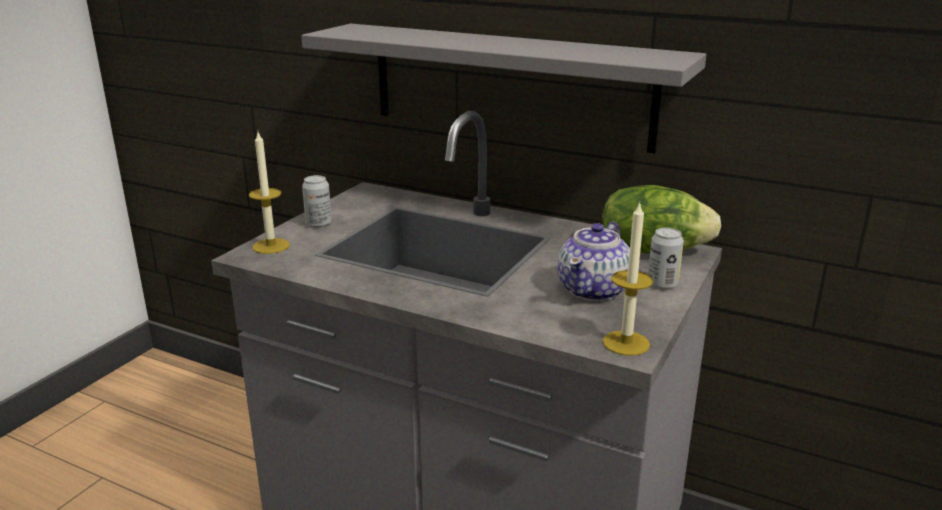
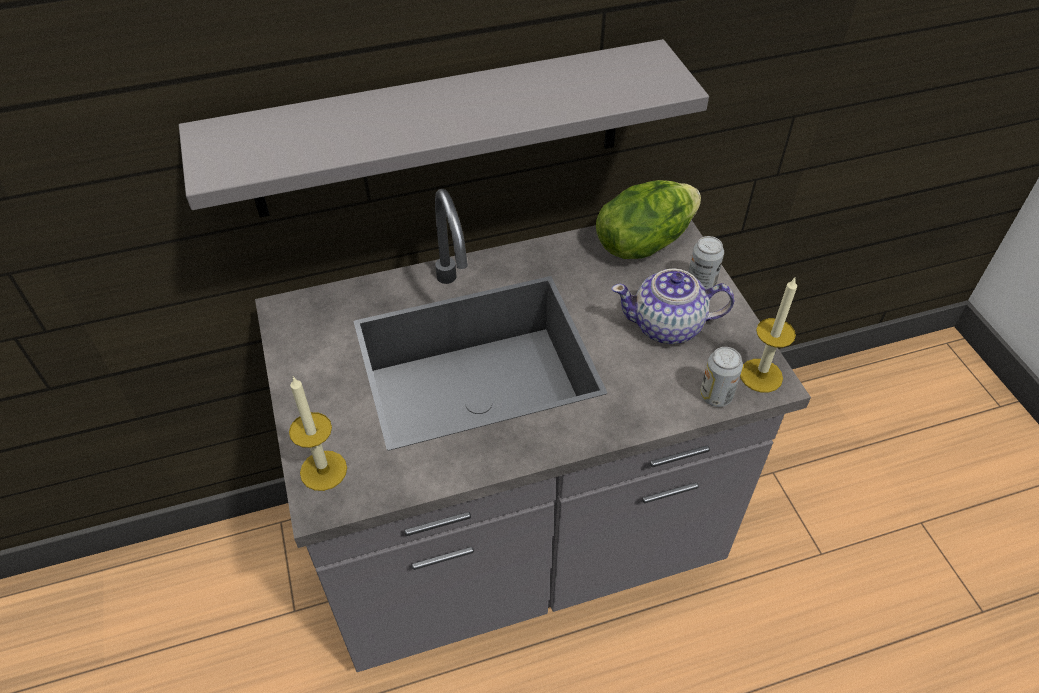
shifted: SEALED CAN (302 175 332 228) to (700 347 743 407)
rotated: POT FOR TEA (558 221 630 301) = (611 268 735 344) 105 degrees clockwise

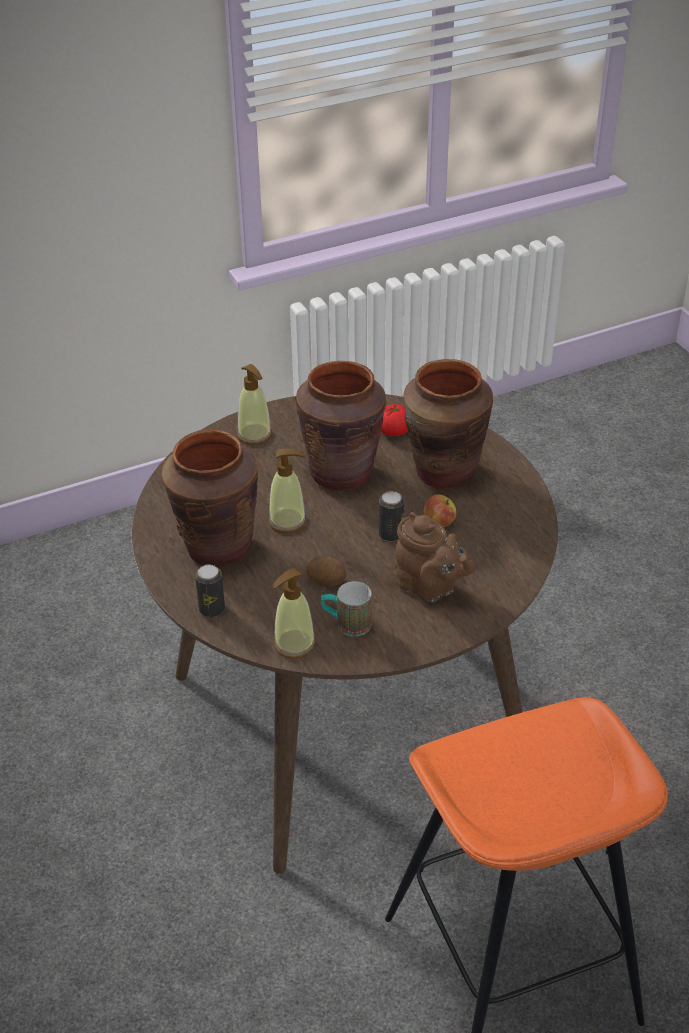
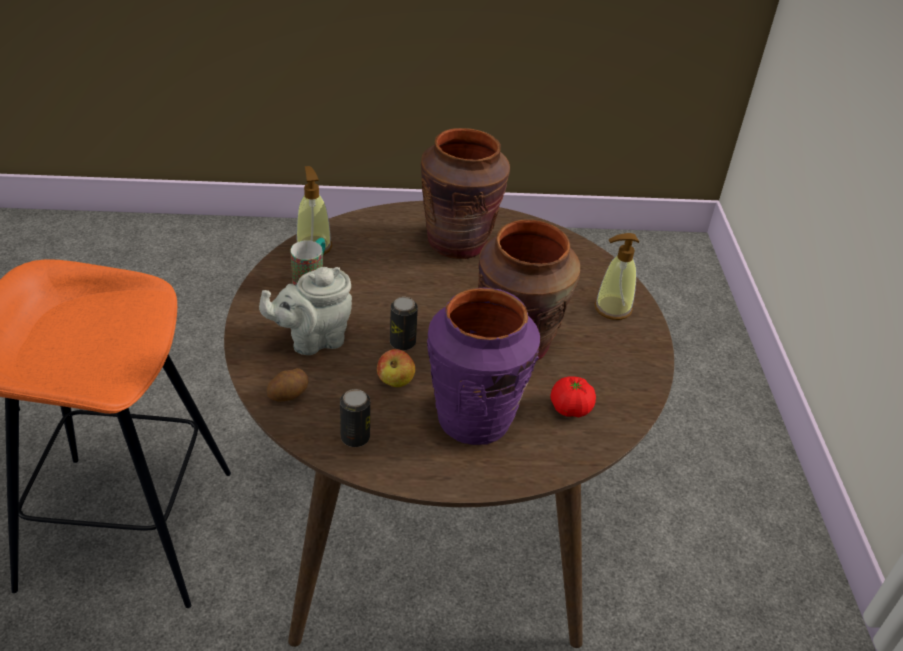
gone: SOAP BOTTLE (269 449 306 533)
shifted: POTATO (306 557 346 586) to (266 368 308 402); SEALED CAN (195 564 225 617) to (340 389 370 447)
repainted: BROWN POT FOR TEA (395 512 476 602) to GREYISH POT FOR TEA (259 267 352 355); BROWN VASE (403 359 493 489) to PURPLE VASE (427 288 540 445)

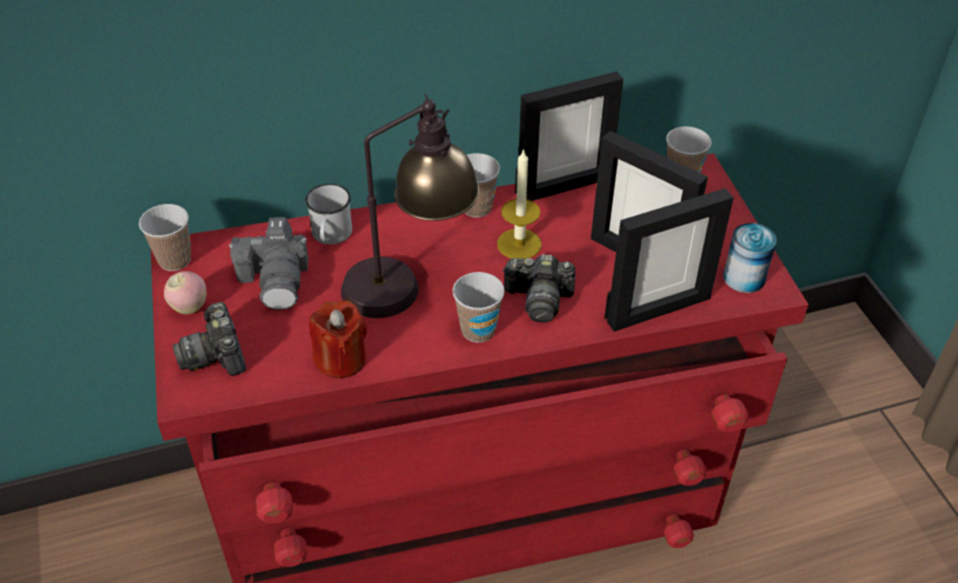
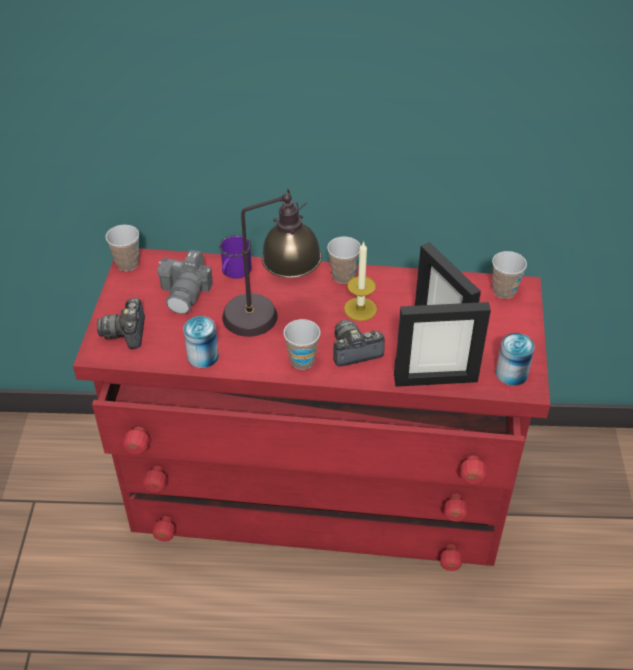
gone: WHOLE APPLE (164 271 206 314); STANDING FRAME (515 72 623 201)
swapped: RED WAX CANDLE (309 300 367 379) to SEALED CAN (183 316 219 368)
repainted: WHITE-COLOURED COFFEE MUG (305 184 352 245) to PURPLE COFFEE MUG (219 235 251 279)
rotated: PHOTO CAMERA (502 254 575 323) = (333 320 385 367) 135 degrees clockwise

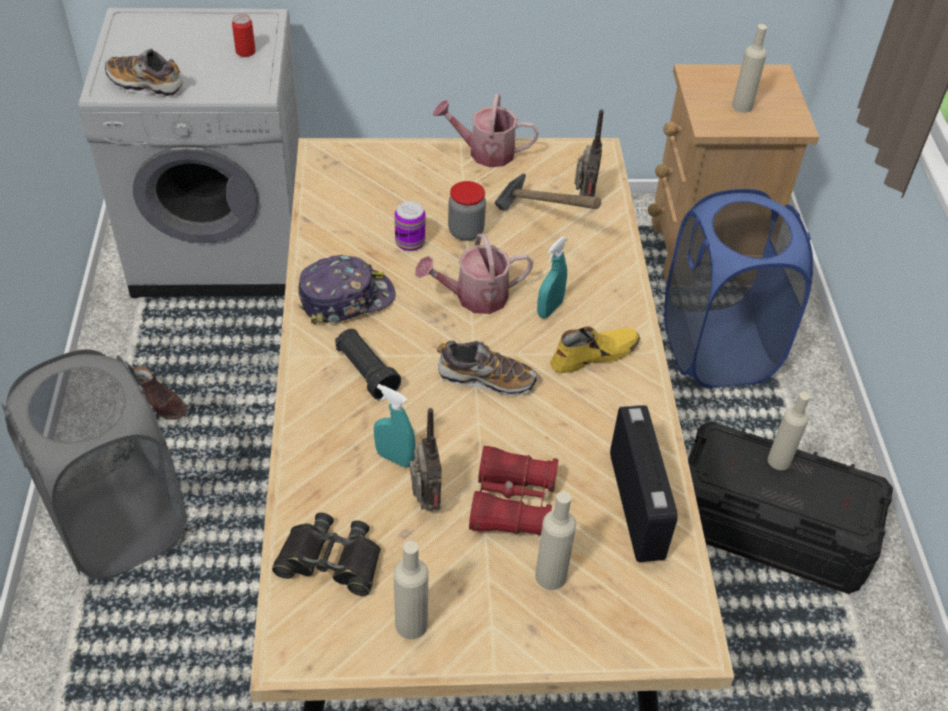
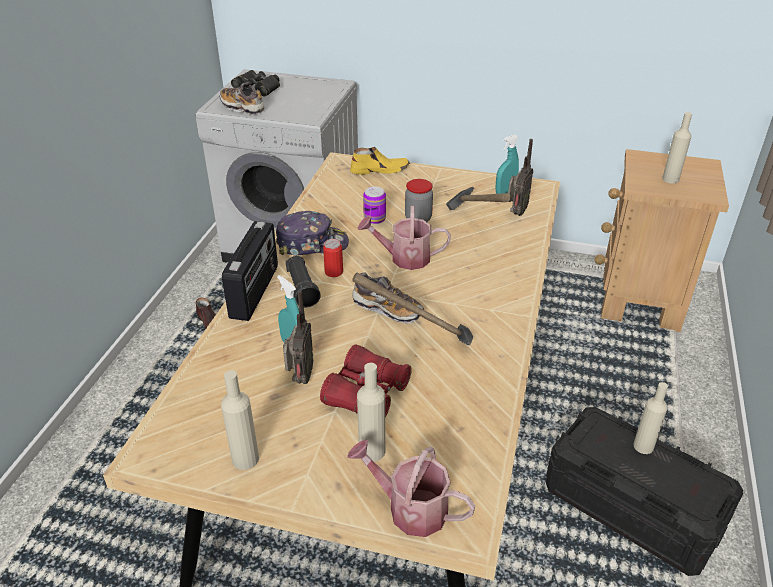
gone: GREYISH HAMPER (2 349 187 580); BLUE HAMPER (664 189 813 388)
new: HAND HAMMER (352 273 473 345)
shifted: RADIO RECEIVER (610 405 678 562) to (222 221 278 321); BLACK-COLOURED BINOCULARS (272 513 381 596) to (231 70 280 97); SEALED CAN (232 14 256 57) to (323 239 343 277); WATERING POT (433 94 539 167) to (347 440 475 537); YELLOW-COLOURED LOW SHOE (550 326 640 373) to (350 147 410 175); BLUE-GREEN HAND SPRAYER (537 237 567 318) to (495 134 519 194)

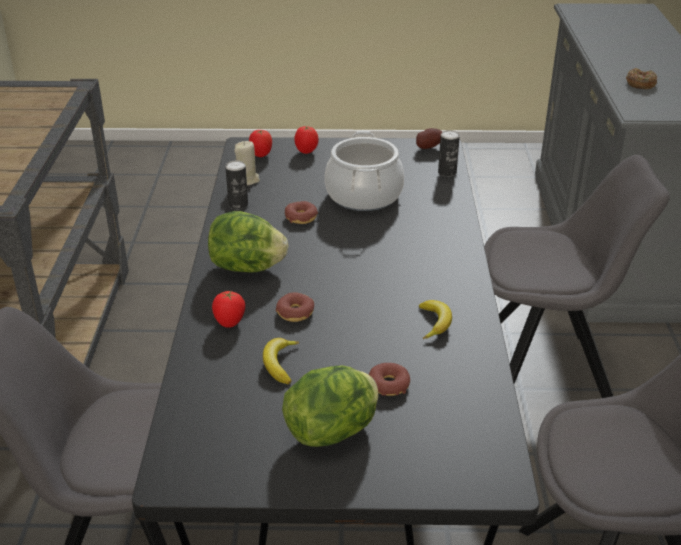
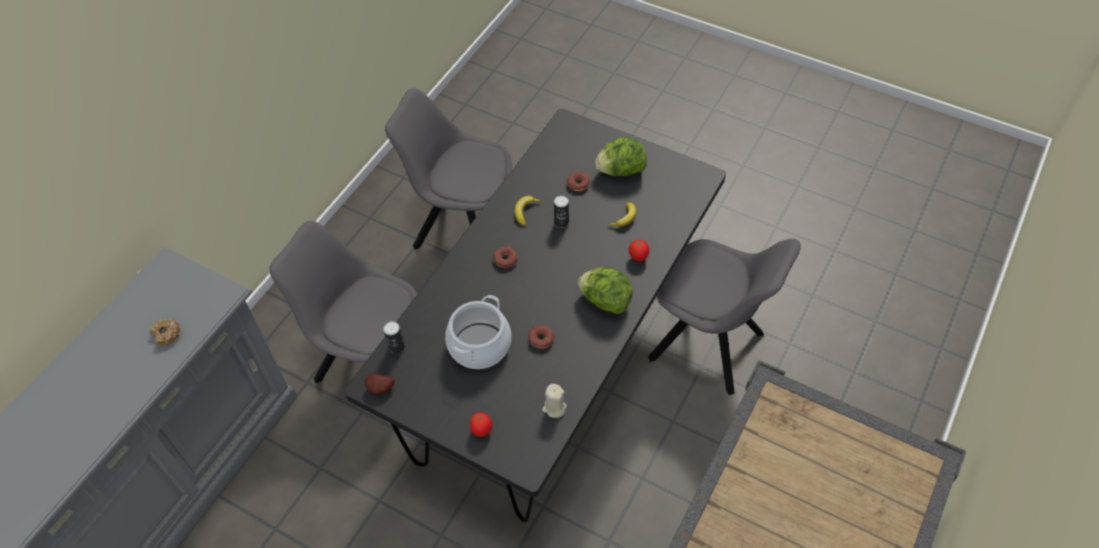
gone: FRESH TOMATO (249 130 272 157)
shifted: DONUT (276 292 314 322) to (493 246 518 268); SEALED CAN (225 160 248 209) to (554 195 569 228)

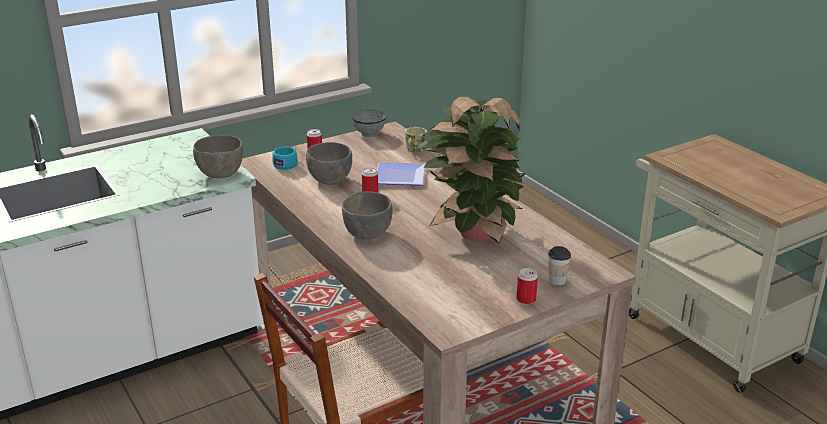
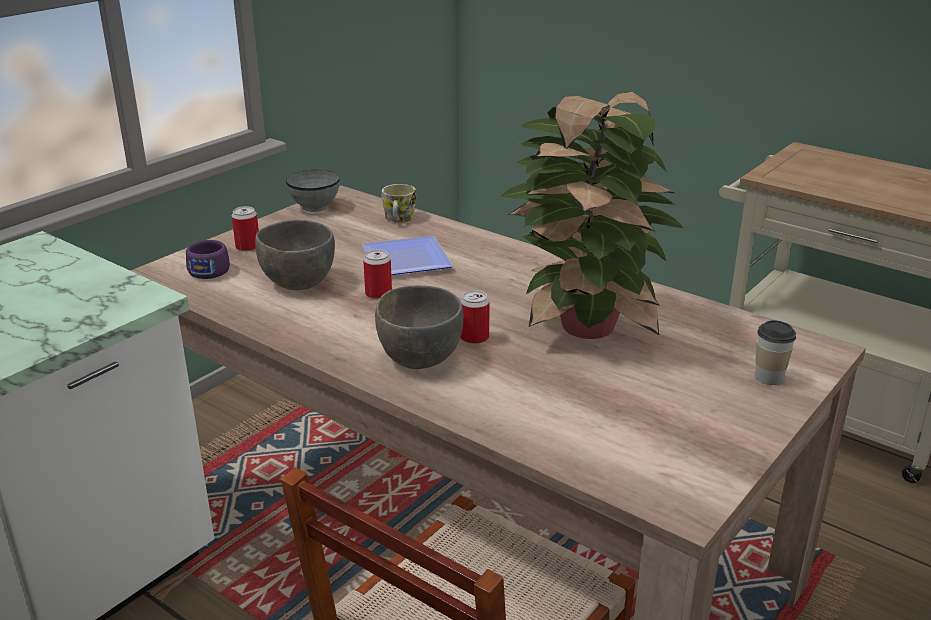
gone: GREYISH SERVING BOWL (193 135 243 178)
shifted: SEALED CAN (516 268 538 304) to (460 290 490 344)
repainted: BLUE-GREEN DRINKING CUP (272 147 298 170) to PURPLE DRINKING CUP (186 240 230 279)

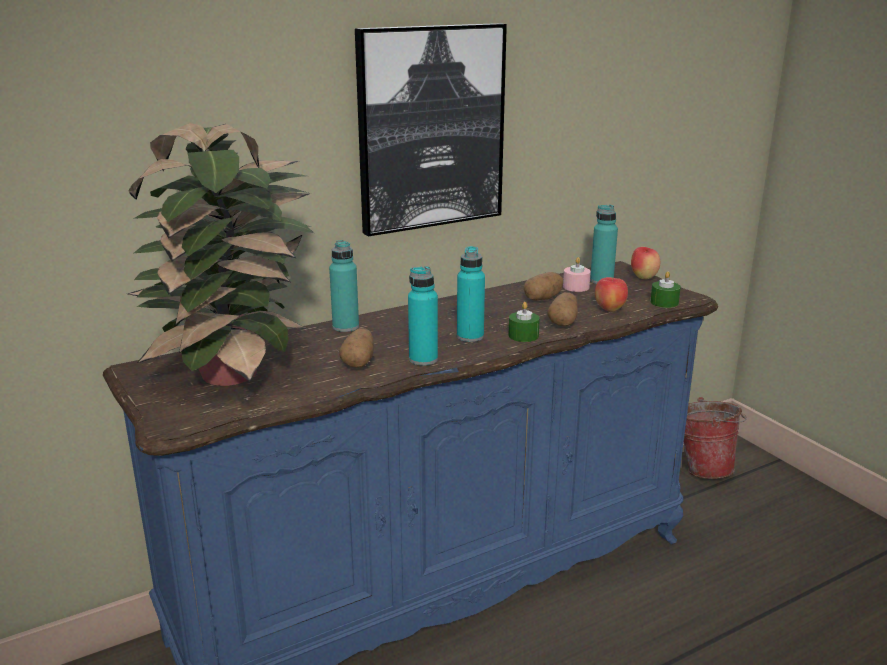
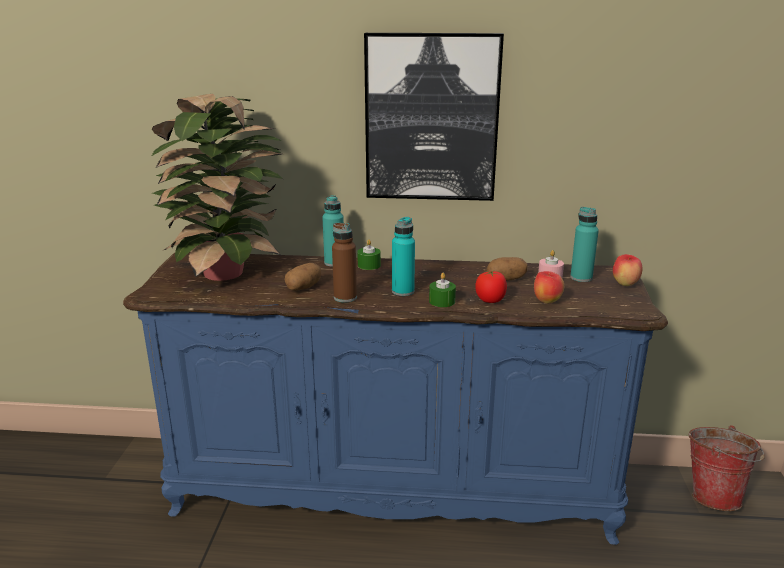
shifted: GREENISH WAX CANDLE (650 271 681 308) to (357 239 381 270)
swapped: POTATO (547 292 578 326) to FRESH TOMATO (475 270 507 303)
repainted: BLUE-GREEN BEVERAGE BOTTLE (408 266 438 366) to BROWN BEVERAGE BOTTLE (332 223 357 303)

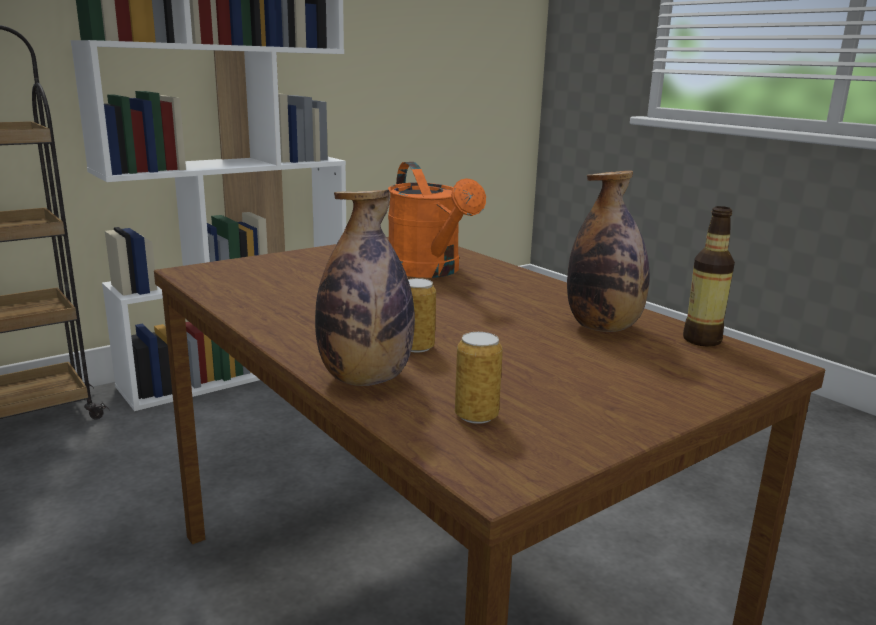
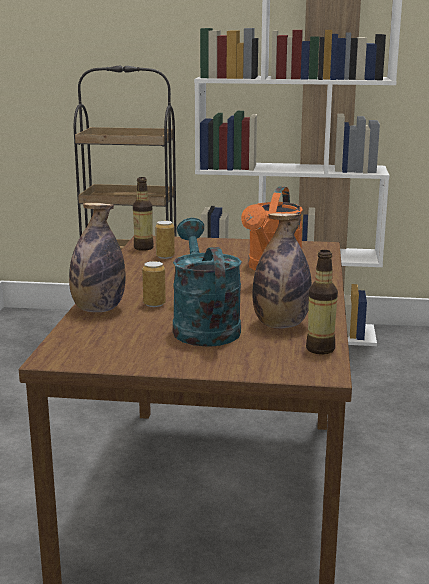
new: BEVERAGE BOTTLE (133 177 154 251); BLUE-GREEN WATERING POT (173 218 242 347)
shifted: SEALED CAN (455 332 503 424) to (155 221 175 259)

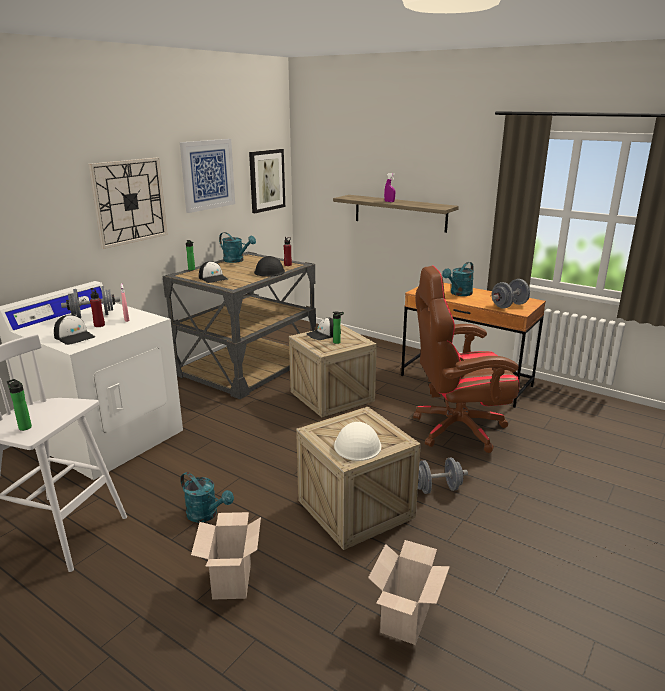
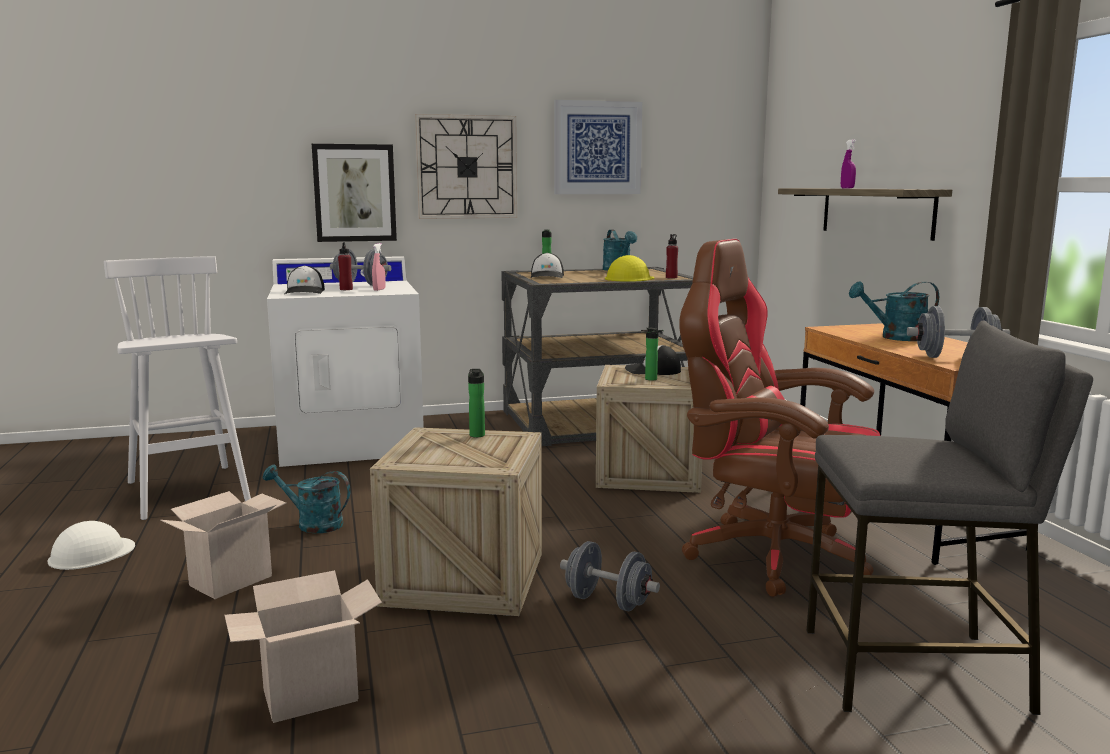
new: GREYISH STOOL (806 320 1093 715)
shifted: WHITE-COLOURED WORK HELMET (334 422 381 461) to (48 521 135 570); WALL ART (249 149 285 213) to (312 144 397 242); BEVERAGE BOTTLE (7 379 32 431) to (468 369 485 437)
repainted: BLACK-COLOURED WORK HELMET (254 256 285 277) to YELLOW-COLOURED WORK HELMET (605 255 655 282)
rotated: BLUE-GREEN WATERING POT (180 472 234 523) = (263 465 351 533) 120 degrees clockwise

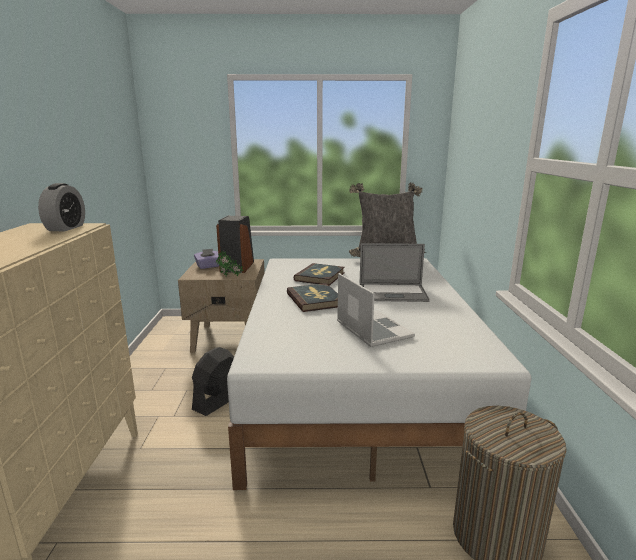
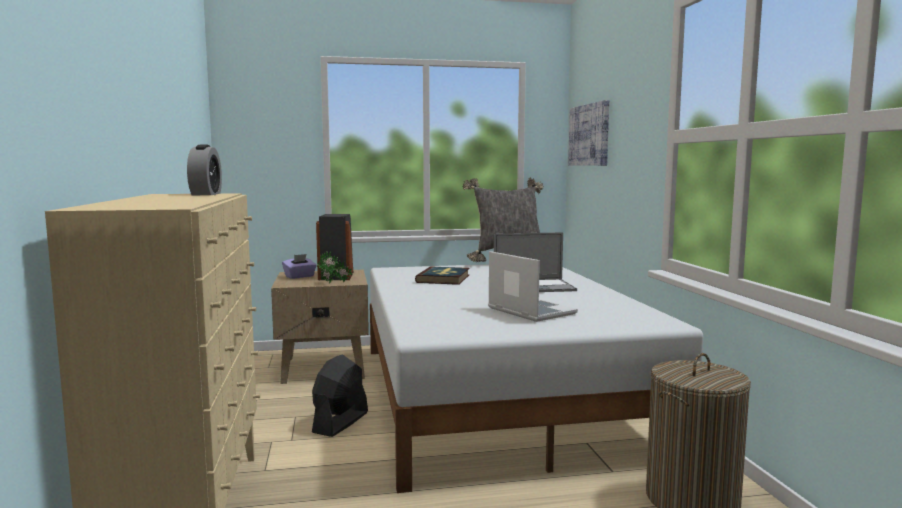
gone: BOUND BOOK (287 283 338 312)
new: WALL ART (568 100 609 166)

